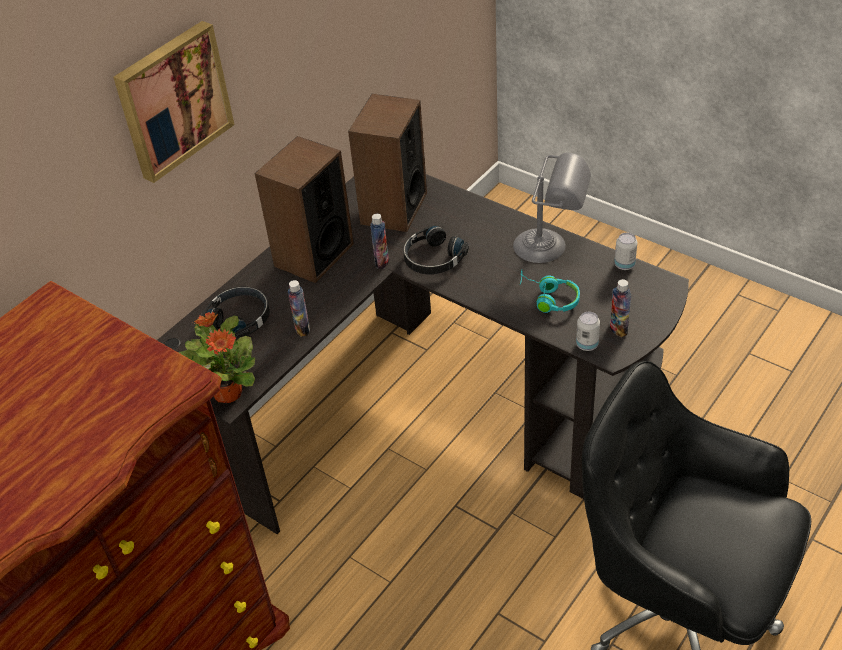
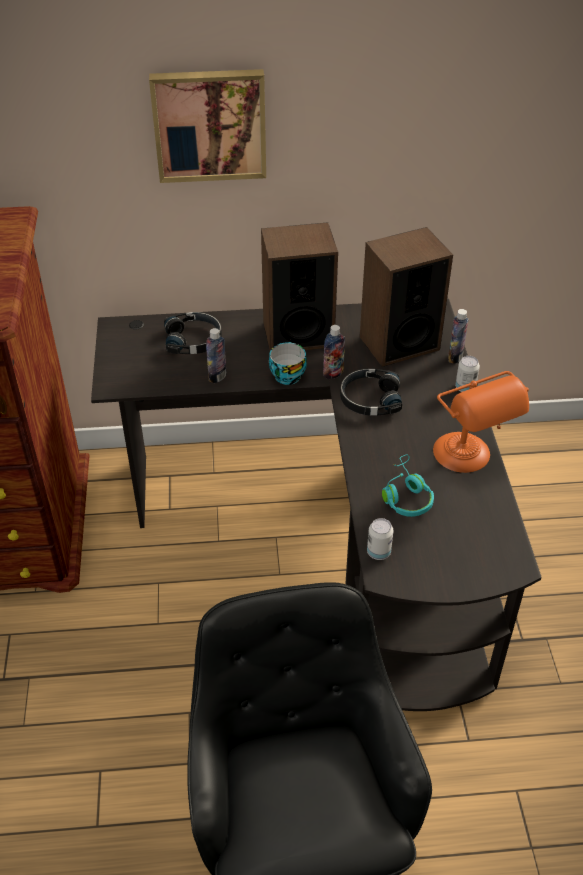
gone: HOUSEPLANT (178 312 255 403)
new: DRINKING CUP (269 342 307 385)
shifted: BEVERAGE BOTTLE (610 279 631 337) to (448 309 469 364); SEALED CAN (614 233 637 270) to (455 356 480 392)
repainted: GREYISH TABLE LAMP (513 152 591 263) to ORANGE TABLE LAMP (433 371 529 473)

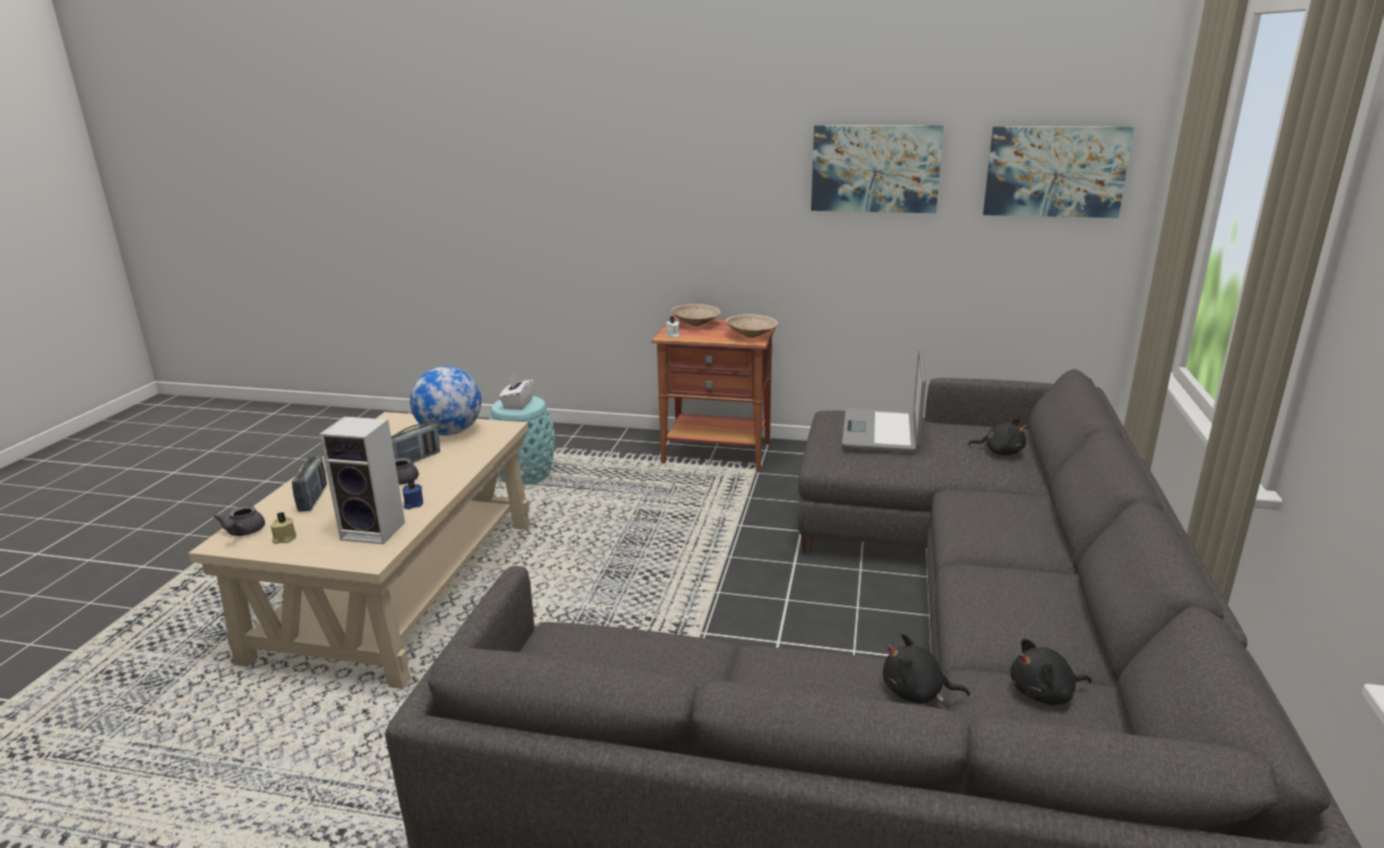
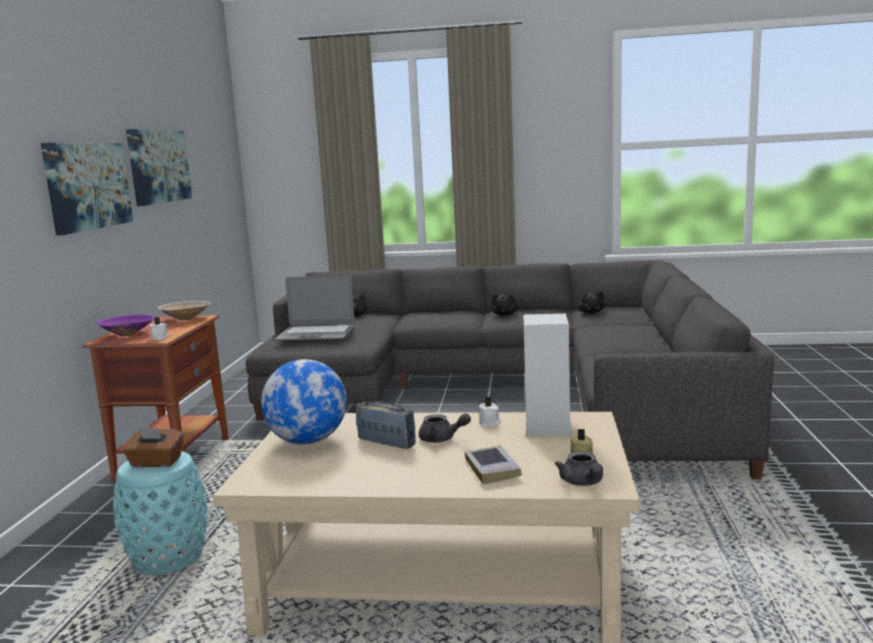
shifted: WALL ART (983 126 1134 218) to (41 143 133 235); BLACK-COLOURED CUDDLY TOY (883 633 970 704) to (491 294 518 316)
swapped: RADIO RECEIVER (292 455 327 512) to BOUND BOOK (465 445 522 484)
repainted: SAND-COLOURED SERVING BOWL (671 304 721 326) to PURPLE SERVING BOWL (97 315 155 336); WHITE-COLOURED BOX OF TISSUES (499 374 534 410) to BROWN BOX OF TISSUES (123 428 183 467); BLUE WAX CANDLE (402 479 423 509) to WHITE-COLOURED WAX CANDLE (479 397 501 427)
rotated: GREYISH POT FOR TEA (214 505 265 536) = (555 451 603 486) 90 degrees clockwise

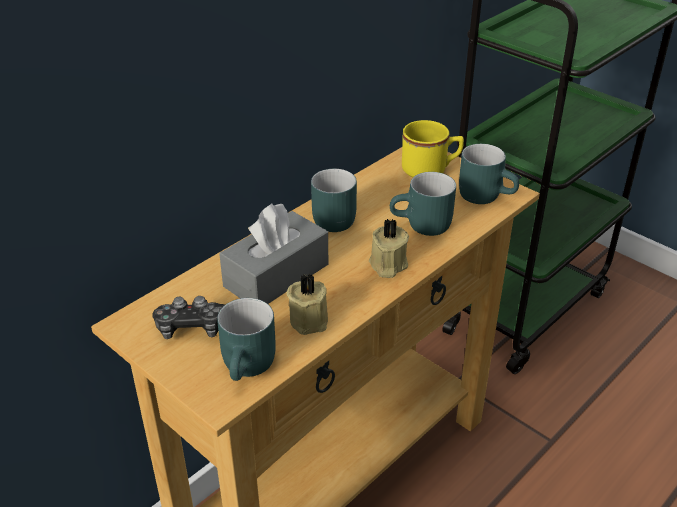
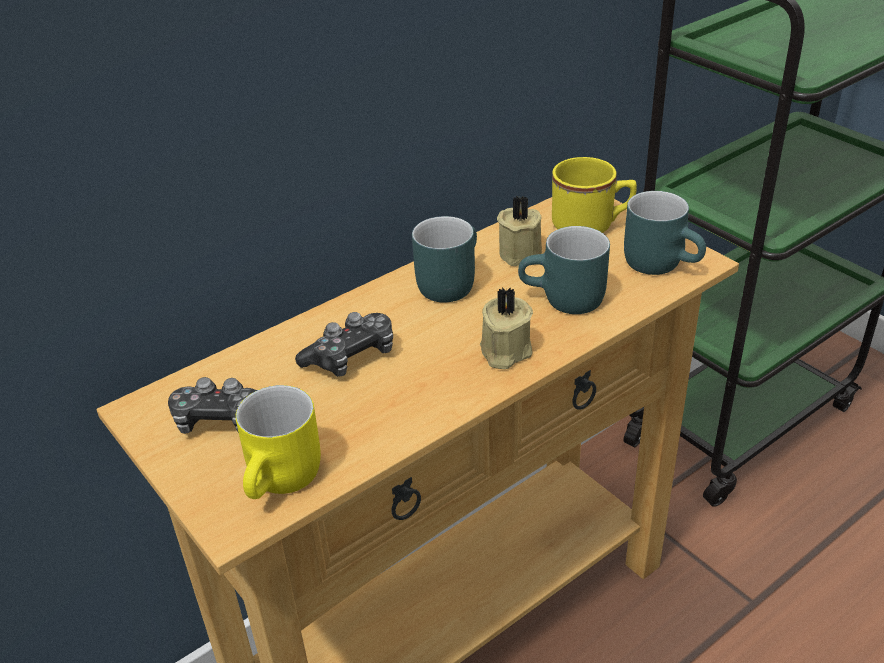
shifted: SAND-COLOURED WAX CANDLE (287 273 328 335) to (497 195 542 266)
swapped: GREYISH BOX OF TISSUES (219 204 328 304) to JOYPAD (295 312 393 377)
repainted: BLUE-GREEN COFFEE MUG (217 298 276 381) to YELLOW-COLOURED COFFEE MUG (236 385 321 499)

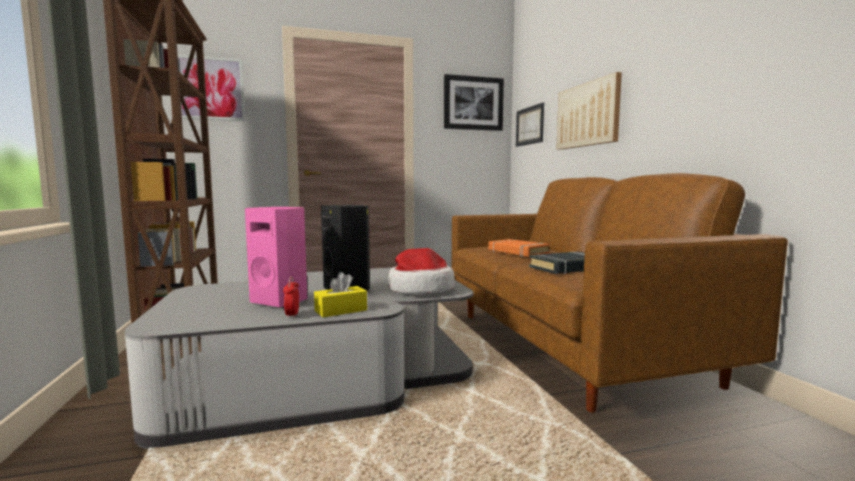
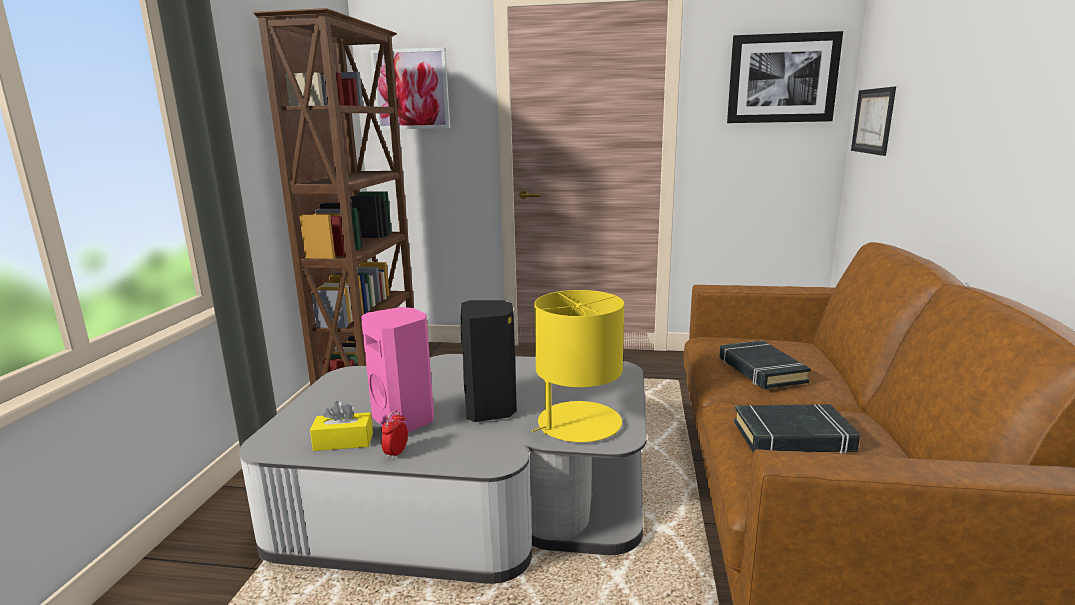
gone: WALL ART (556 72 622 150)
shifted: YELLOW-COLOURED BOX OF TISSUES (314 272 367 317) to (310 401 373 451)
swapped: HAT (388 248 455 294) to YELLOW-COLOURED TABLE LAMP (532 290 624 442)
repainted: ORANGE BOUND BOOK (488 239 550 257) to BLACK-COLOURED BOUND BOOK (719 340 811 389)

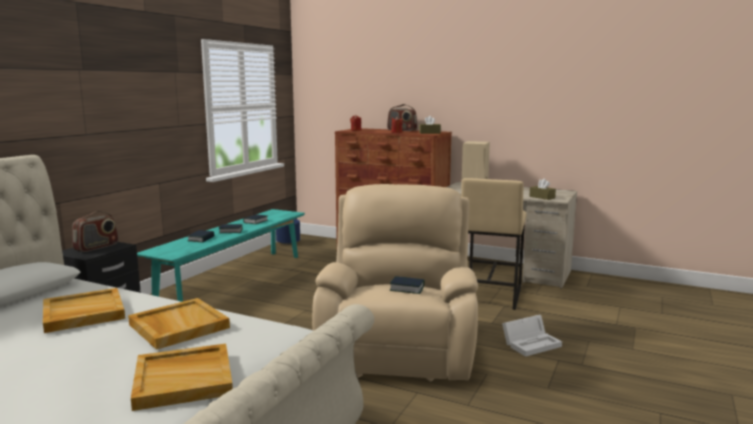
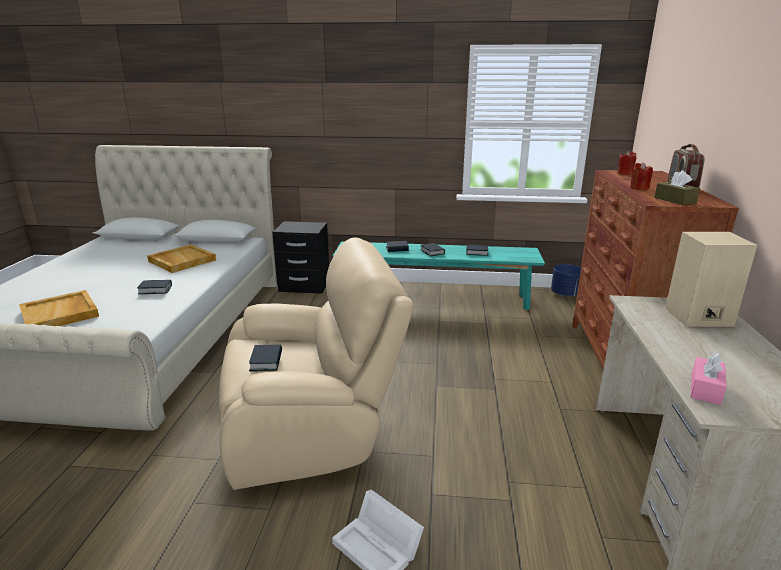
gone: RADIO RECEIVER (72 211 119 252); SAND-COLOURED STOOL (461 178 527 310)
swapped: SAND-COLOURED SERVING TRAY (128 298 230 350) to BOUND BOOK (137 280 172 294)
repainted: BROWN BOX OF TISSUES (529 179 556 200) to PINKISH BOX OF TISSUES (691 352 727 405)

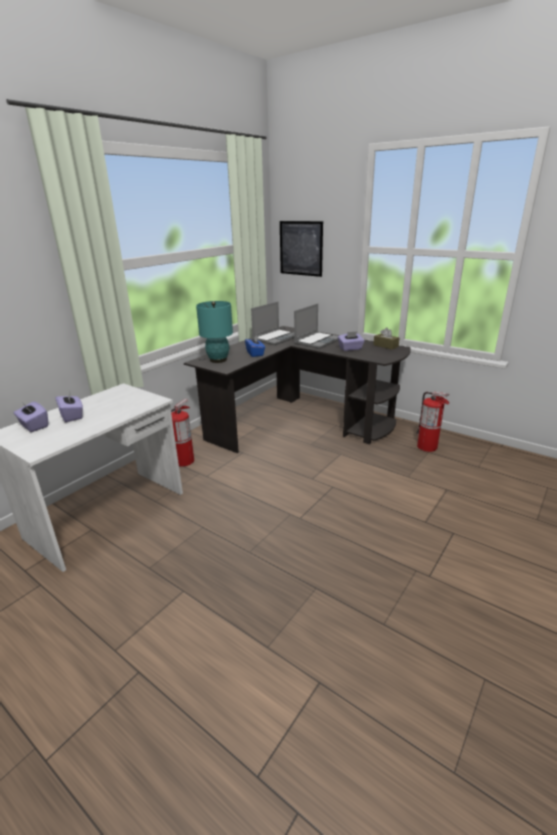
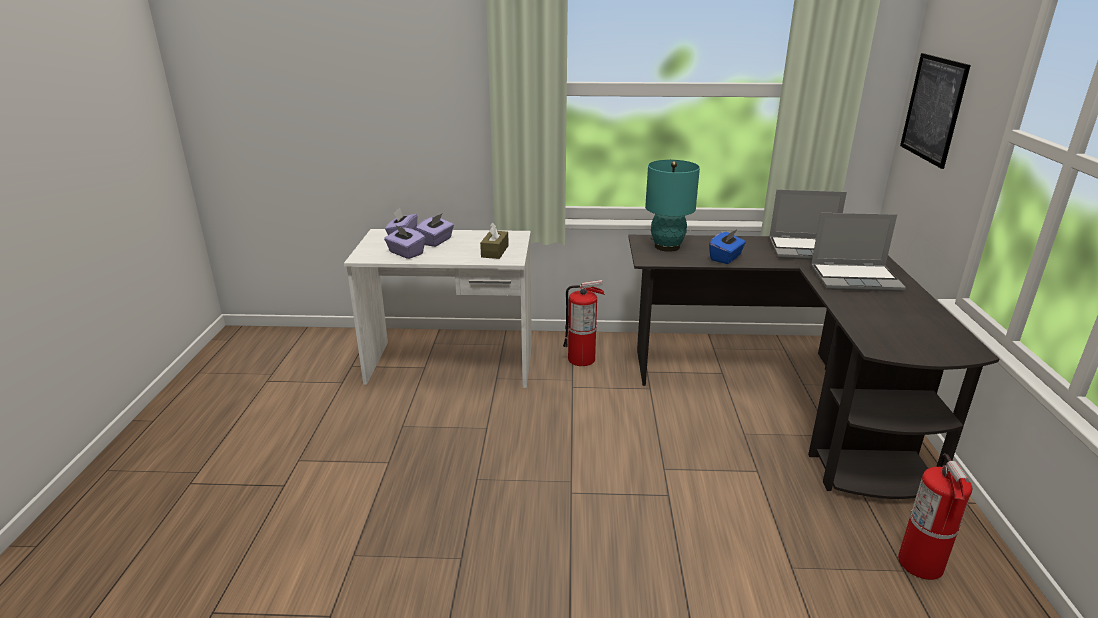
shifted: PURPLE BOX OF TISSUES (338 332 364 351) to (384 225 425 259); BROWN BOX OF TISSUES (373 328 399 349) to (480 222 509 259)

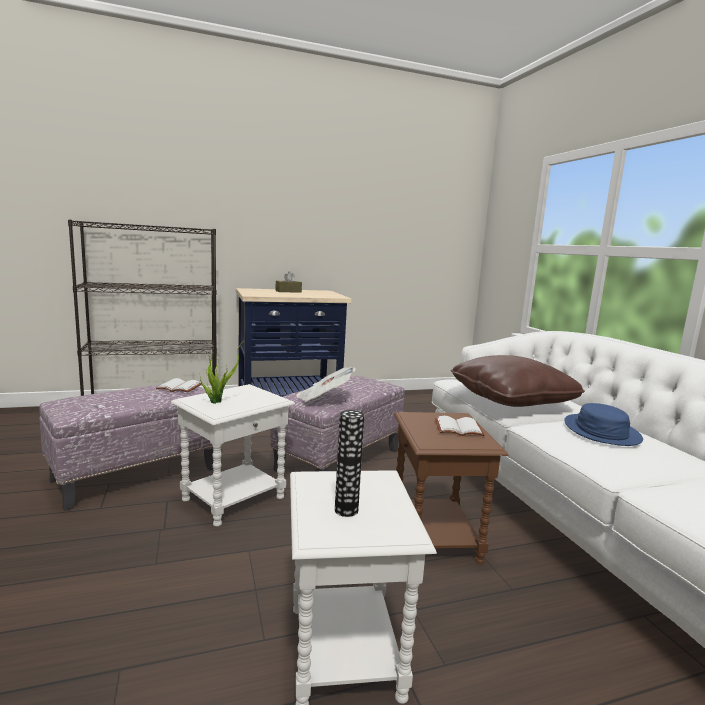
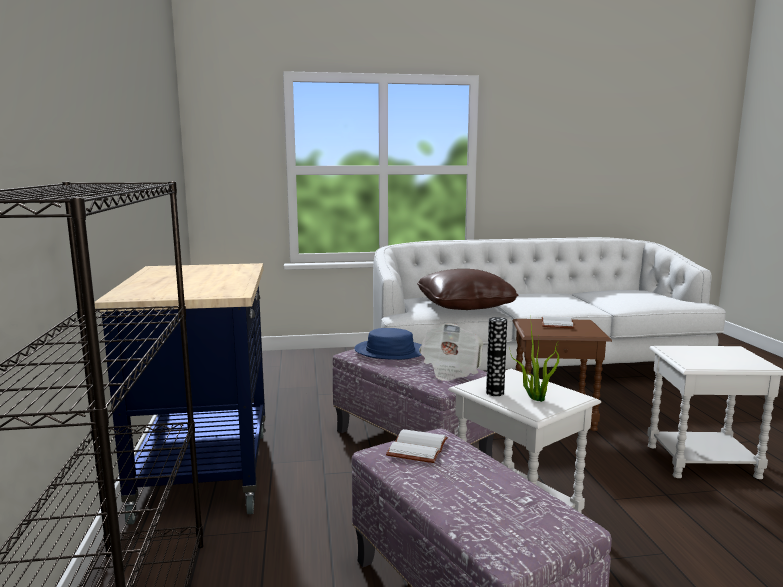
gone: BROWN BOX OF TISSUES (275 271 302 292)
shifted: BLUE HAT (564 403 643 446) to (354 328 422 360); VASE (335 410 364 517) to (486 317 507 396)

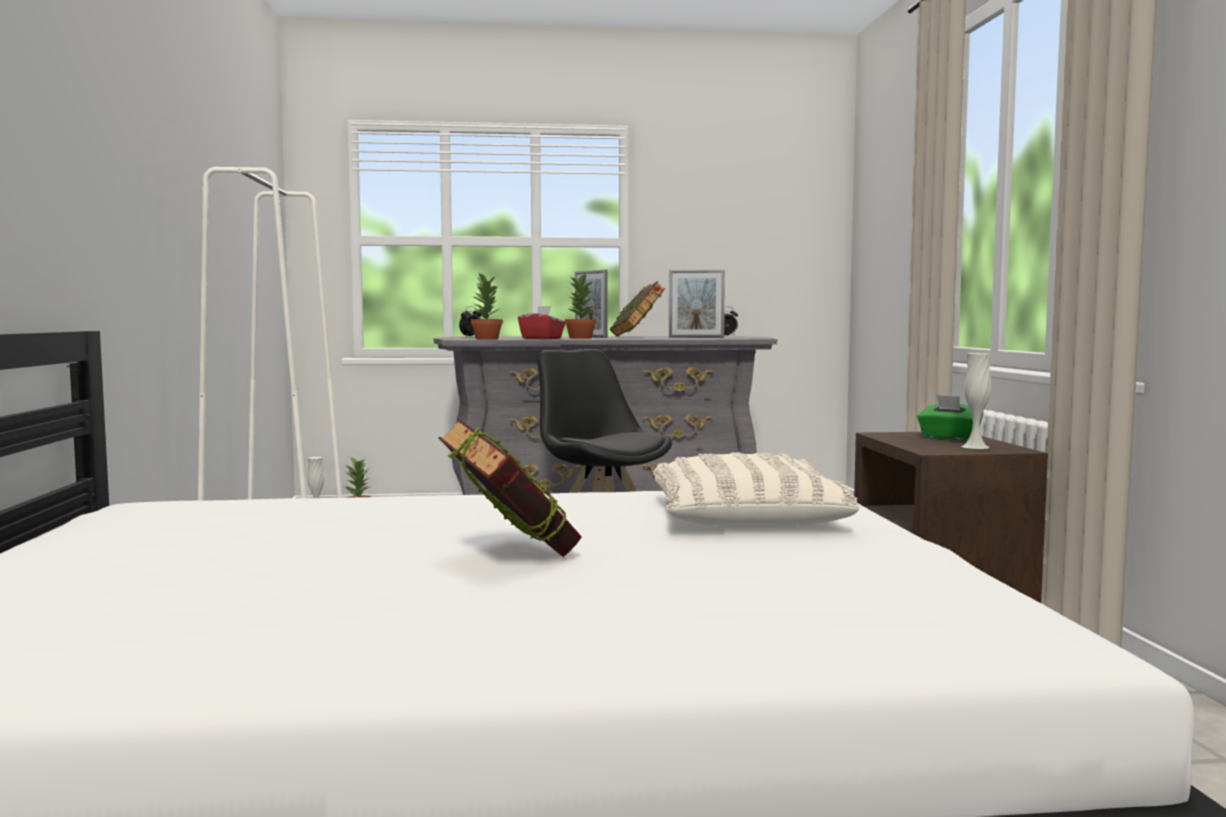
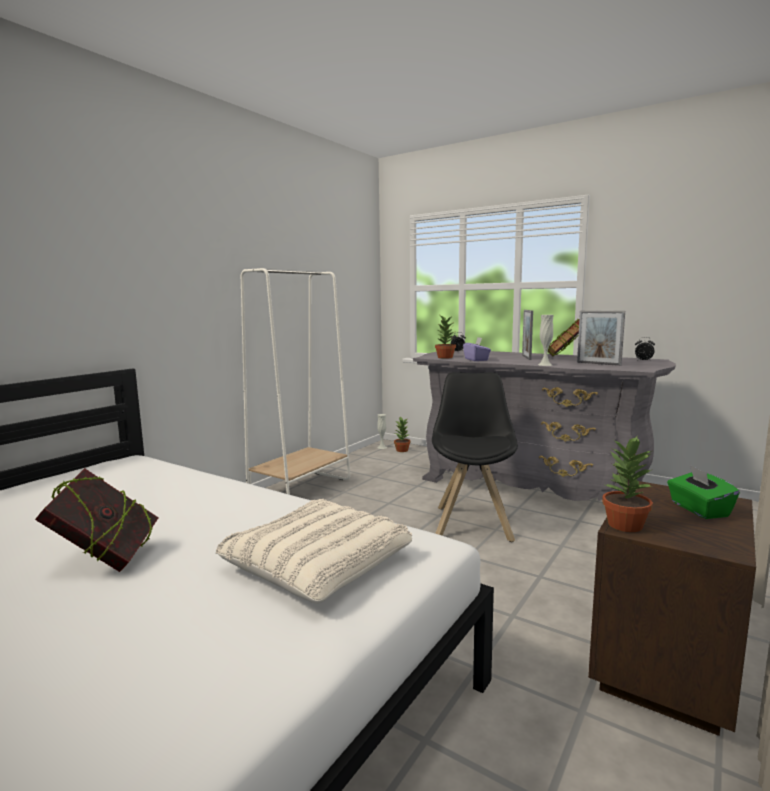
shifted: WHITE-COLOURED VASE (961 353 991 449) to (538 315 554 366); HOUSEPLANT (565 273 596 339) to (602 436 653 532)
repainted: RED BOX OF TISSUES (518 306 566 339) to PURPLE BOX OF TISSUES (463 338 491 361)

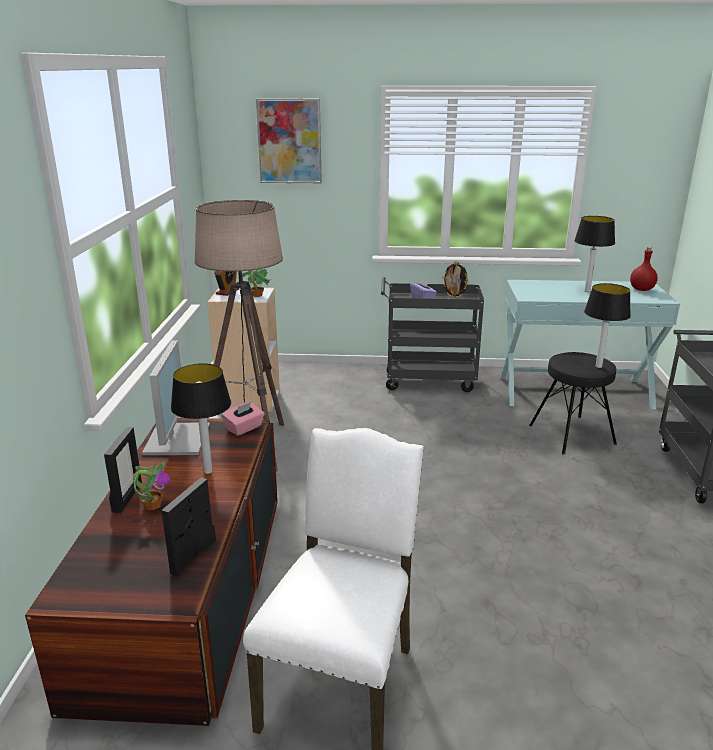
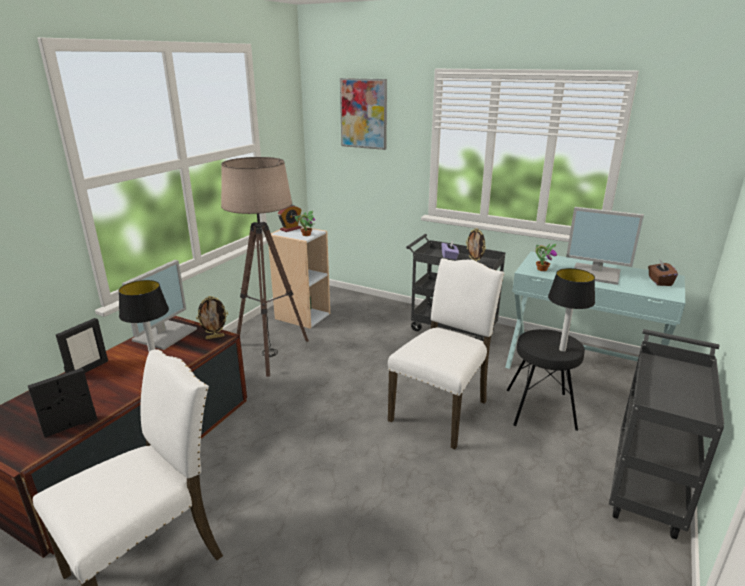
new: WHITE-COLOURED PLAIN CHAIR (388 258 504 449)
shifted: HOUSEPLANT (133 462 170 510) to (536 244 557 271)
swapped: PINKISH BOX OF TISSUES (222 402 264 436) to STANDING FRAME (196 296 228 339); TABLE LAMP (574 216 615 292) to COMPUTER SCREEN (566 207 644 285); RED BEVERAGE BOTTLE (630 247 658 291) to BROWN BOX OF TISSUES (648 260 678 286)

